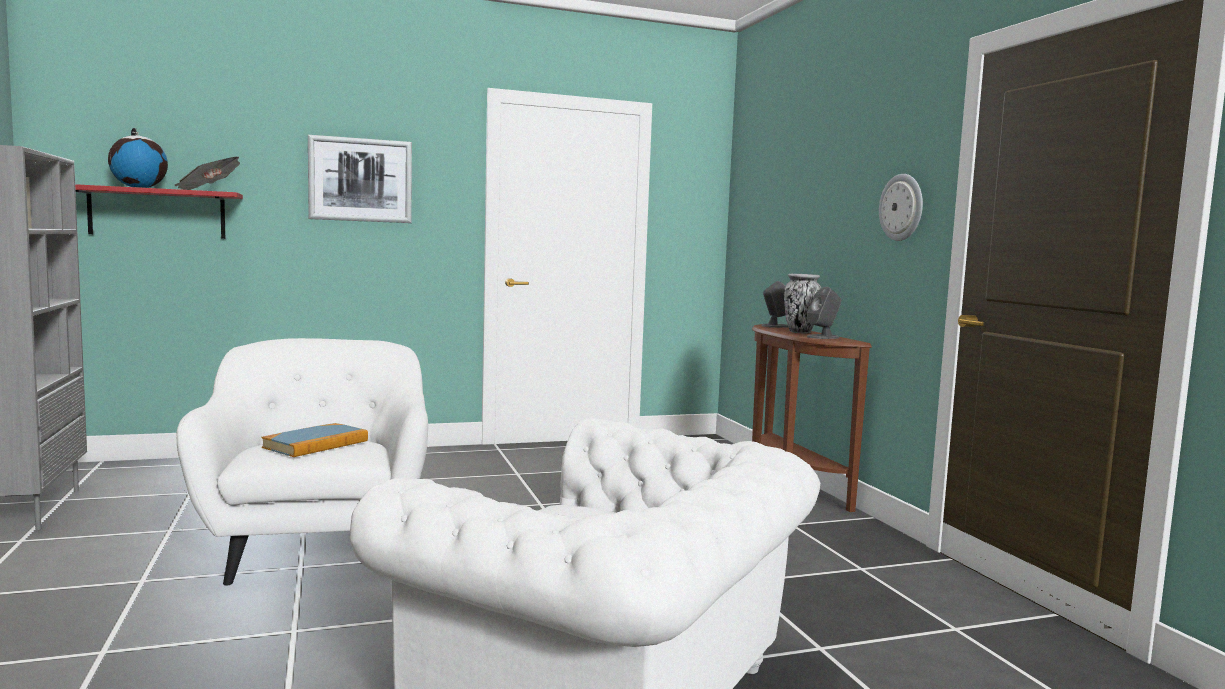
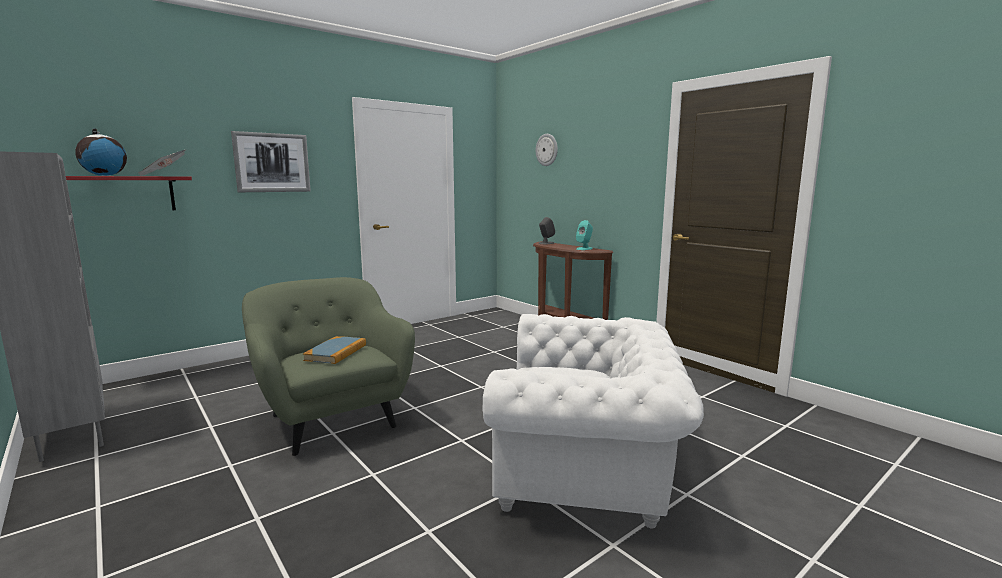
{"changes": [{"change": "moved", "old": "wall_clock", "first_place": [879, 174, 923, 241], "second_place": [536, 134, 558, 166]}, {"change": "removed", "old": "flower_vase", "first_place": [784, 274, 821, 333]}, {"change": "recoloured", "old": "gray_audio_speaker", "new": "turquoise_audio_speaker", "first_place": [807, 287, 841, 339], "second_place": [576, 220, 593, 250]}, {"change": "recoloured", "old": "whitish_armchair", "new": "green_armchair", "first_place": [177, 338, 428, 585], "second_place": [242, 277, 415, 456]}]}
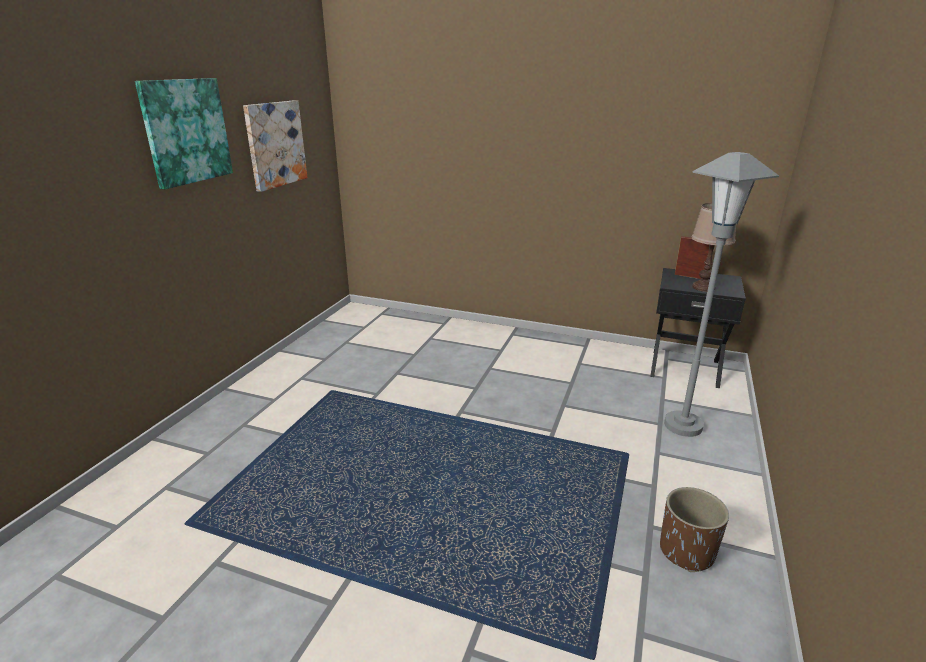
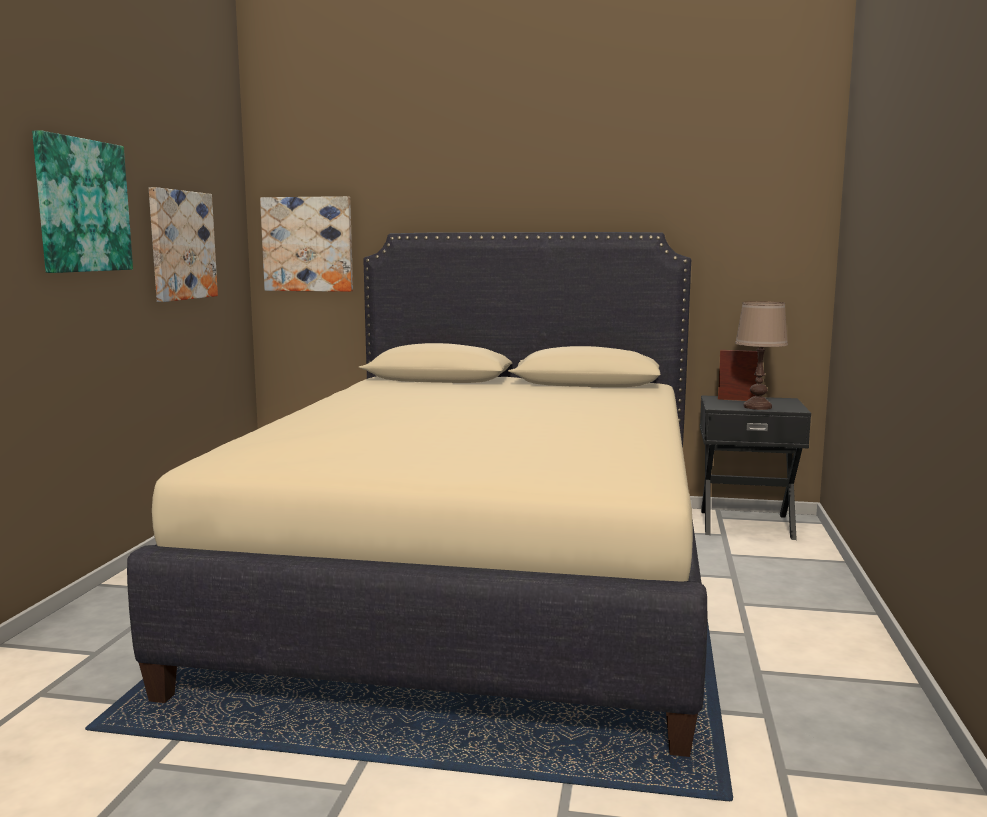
{"changes": [{"change": "removed", "old": "gray_floor_lamp", "first_place": [664, 152, 779, 437]}, {"change": "removed", "old": "brown_flower_pot", "first_place": [660, 487, 729, 572]}, {"change": "added", "new": "picture", "second_place": [260, 196, 353, 292]}, {"change": "added", "new": "beige_sleeping_bed", "second_place": [127, 232, 707, 757]}]}
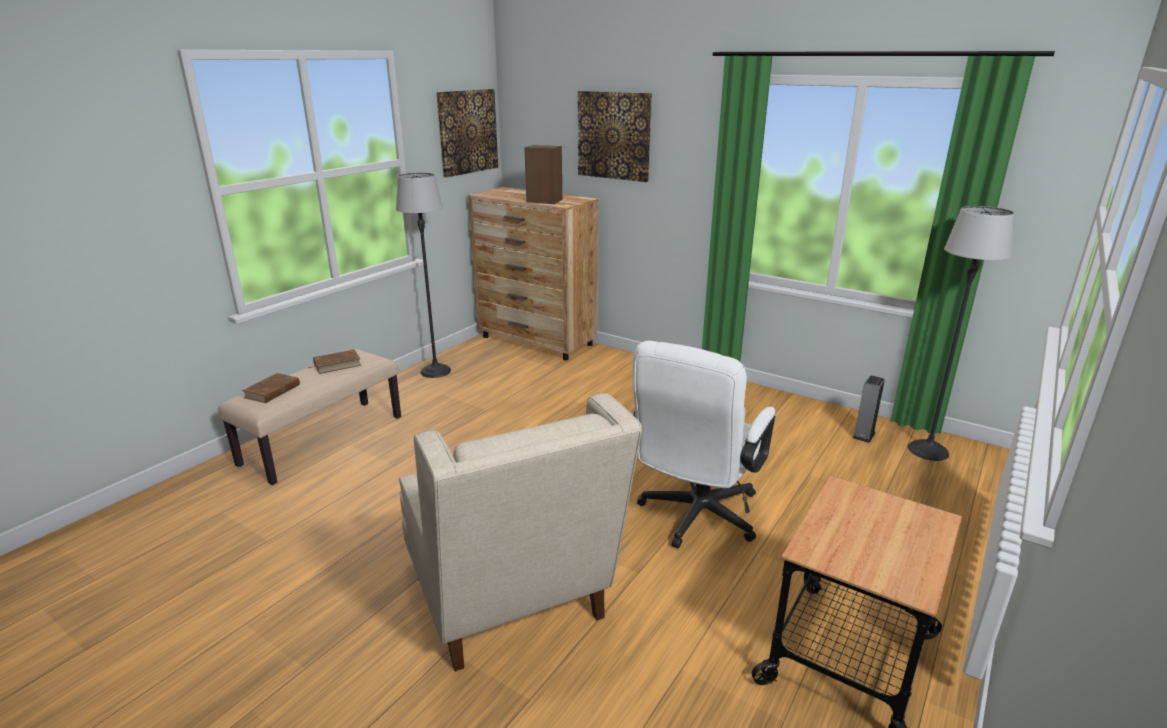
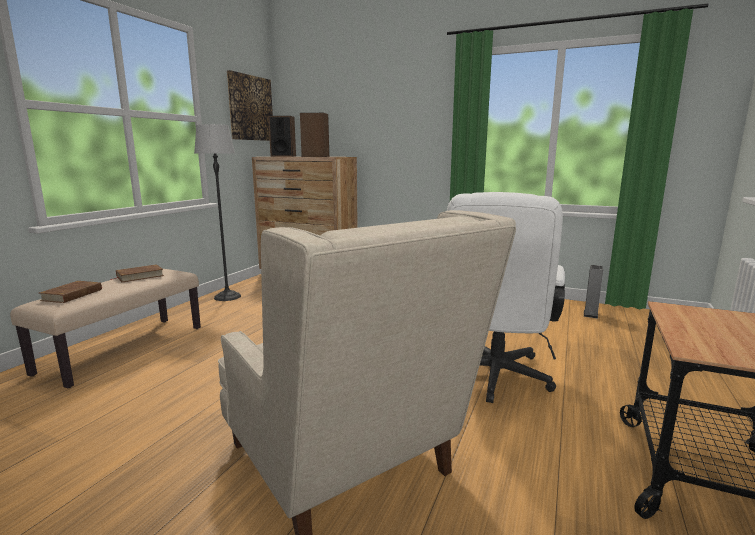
{"changes": [{"change": "removed", "old": "picture", "first_place": [578, 91, 652, 182]}, {"change": "removed", "old": "floor_lamp", "first_place": [908, 206, 1014, 461]}, {"change": "added", "new": "audio_speaker", "second_place": [268, 116, 296, 157]}]}
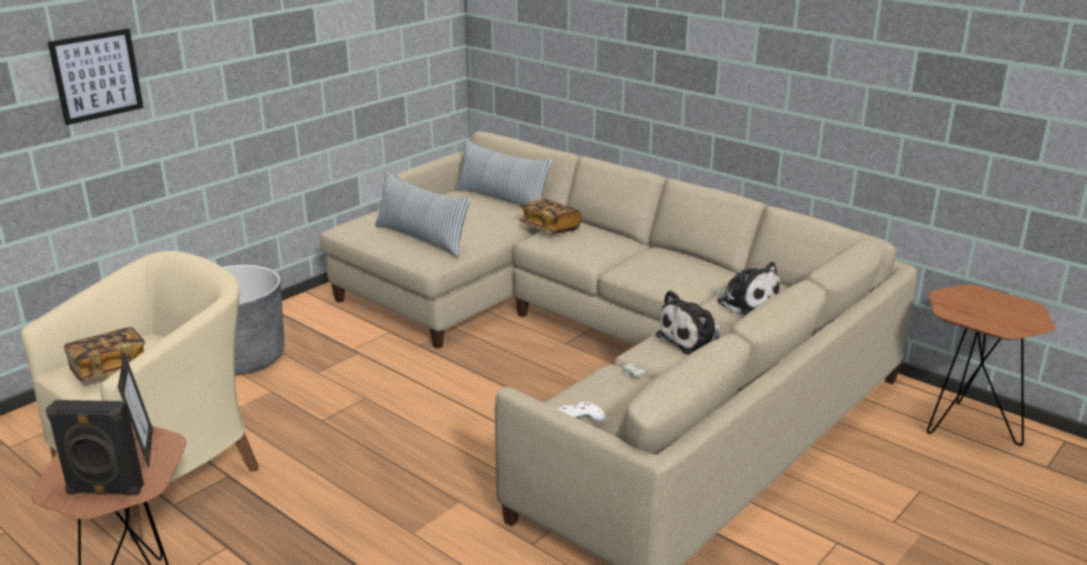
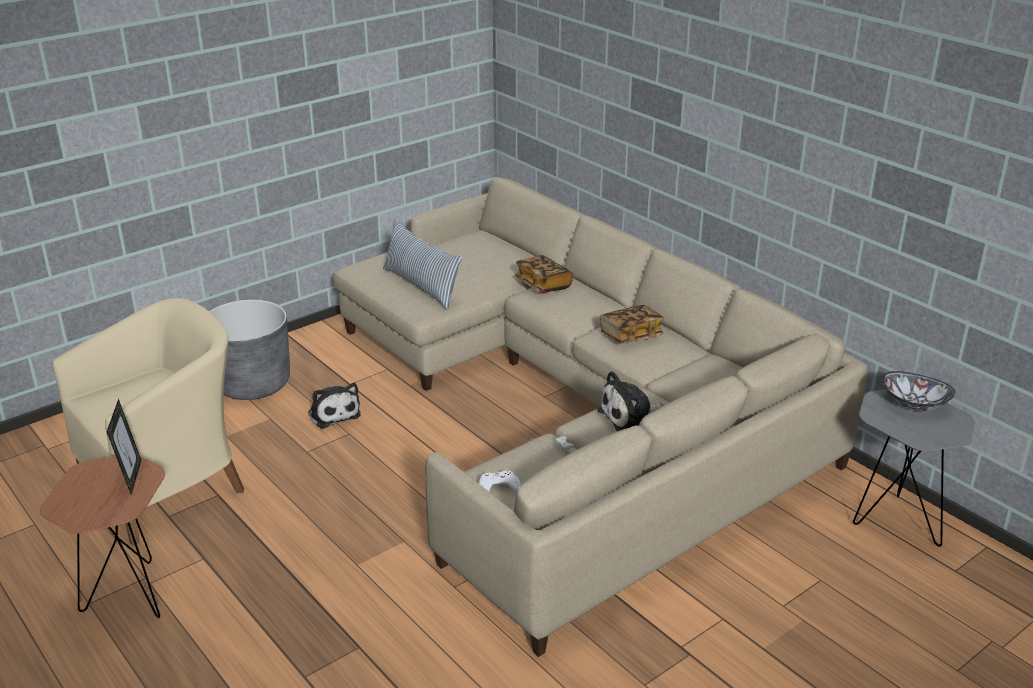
{"changes": [{"change": "removed", "old": "picture", "first_place": [48, 28, 144, 125]}, {"change": "removed", "old": "throw_pillow", "first_place": [455, 139, 552, 205]}, {"change": "moved", "old": "plush_toy", "first_place": [711, 262, 780, 315], "second_place": [308, 383, 361, 429]}, {"change": "recoloured", "old": "brown_side_table", "new": "gray_side_table", "first_place": [927, 285, 1055, 446], "second_place": [853, 389, 974, 547]}, {"change": "moved", "old": "bound_book", "first_place": [64, 327, 145, 381], "second_place": [600, 305, 664, 343]}, {"change": "removed", "old": "black_audio_speaker", "first_place": [46, 400, 144, 495]}, {"change": "added", "new": "serving_bowl", "second_place": [882, 371, 955, 411]}]}
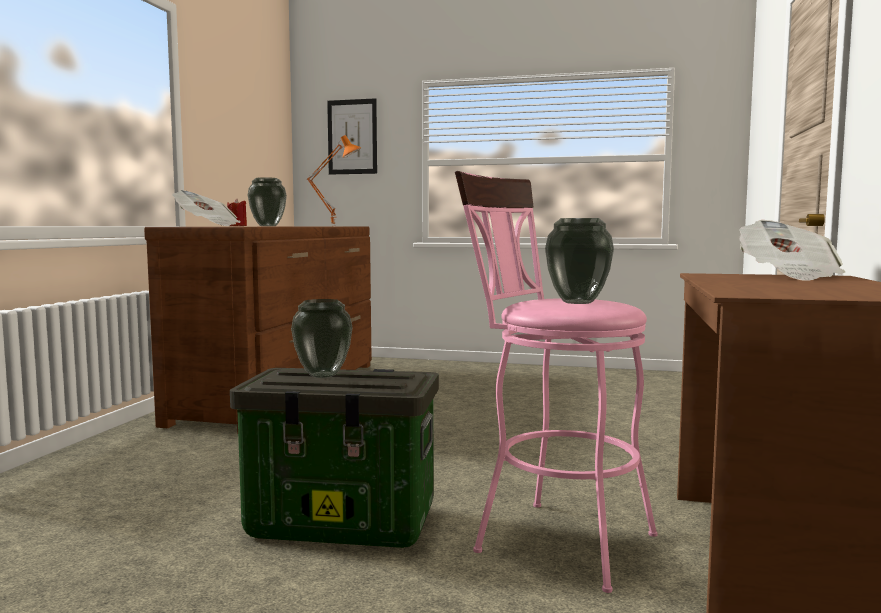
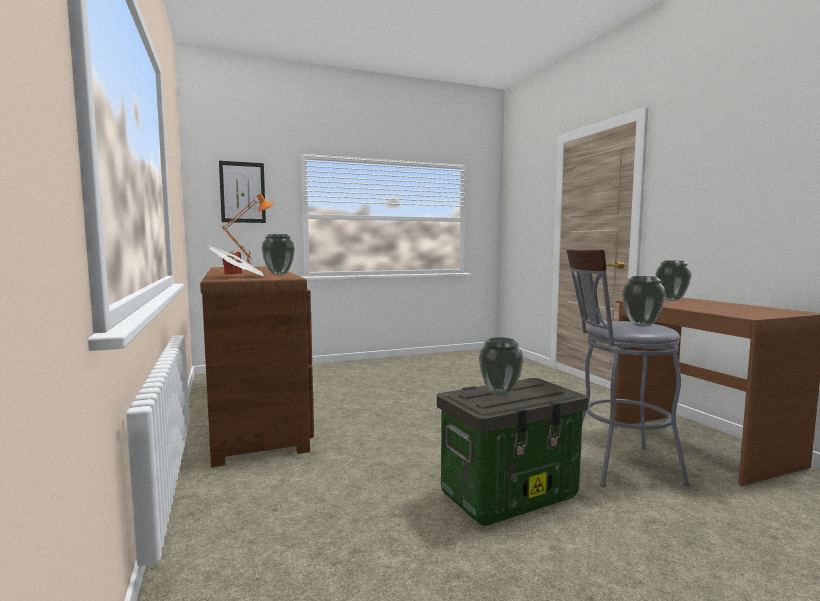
{"changes": [{"change": "recoloured", "old": "pink-coloured_sitting_stool", "new": "gray_sitting_stool", "first_place": [455, 171, 658, 593], "second_place": [566, 249, 690, 487]}, {"change": "replaced", "old": "daily_paper", "new": "flower_vase", "first_place": [739, 220, 845, 281], "second_place": [655, 260, 692, 301]}]}
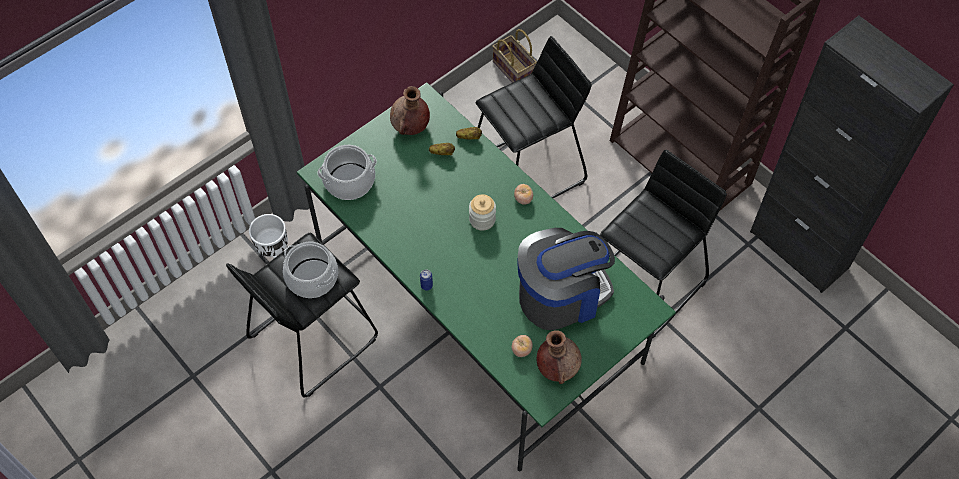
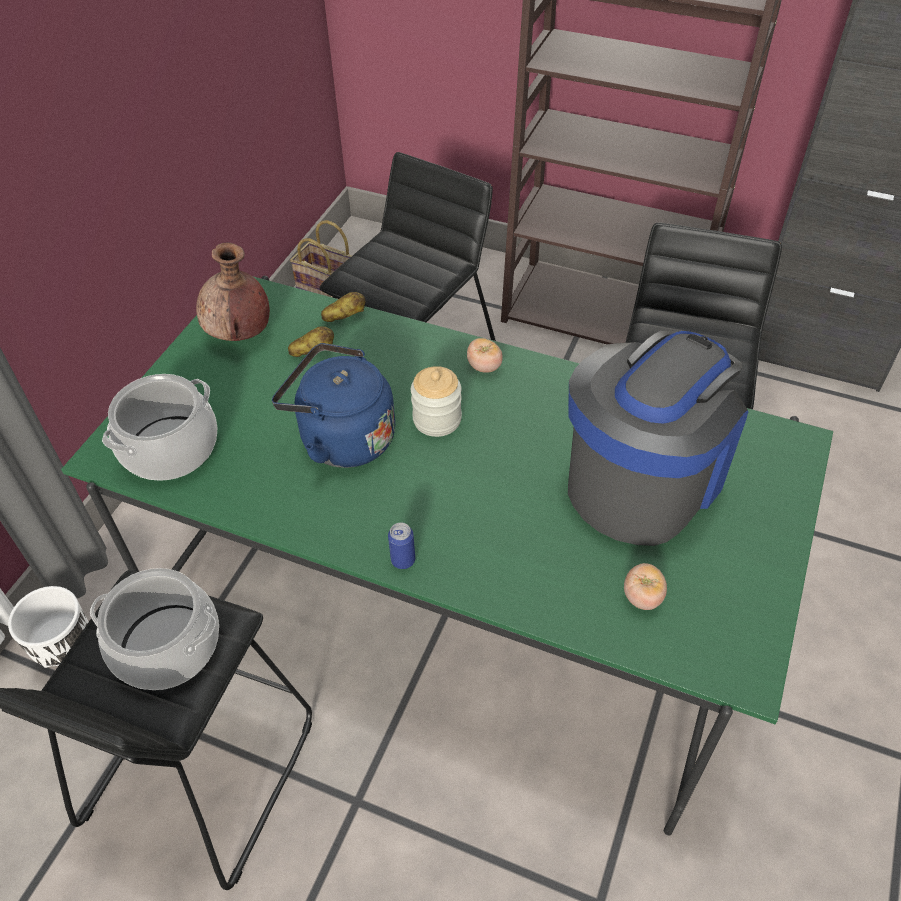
{"changes": [{"change": "removed", "old": "brown_flower_vase", "first_place": [537, 330, 582, 384]}, {"change": "added", "new": "bluish_kettle", "second_place": [272, 343, 395, 468]}]}
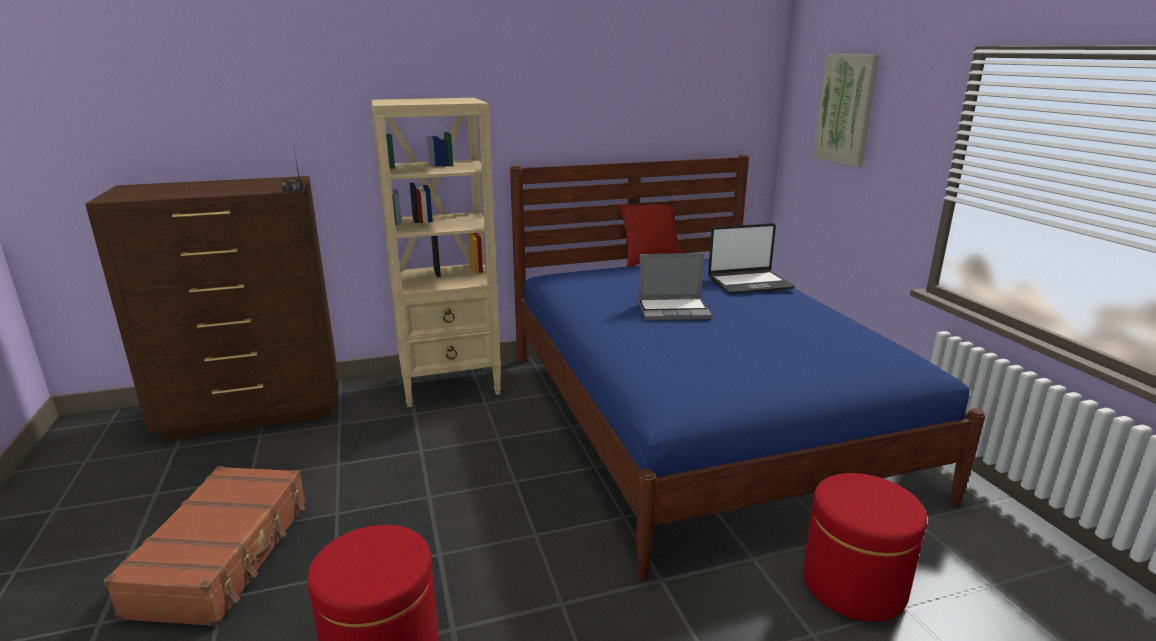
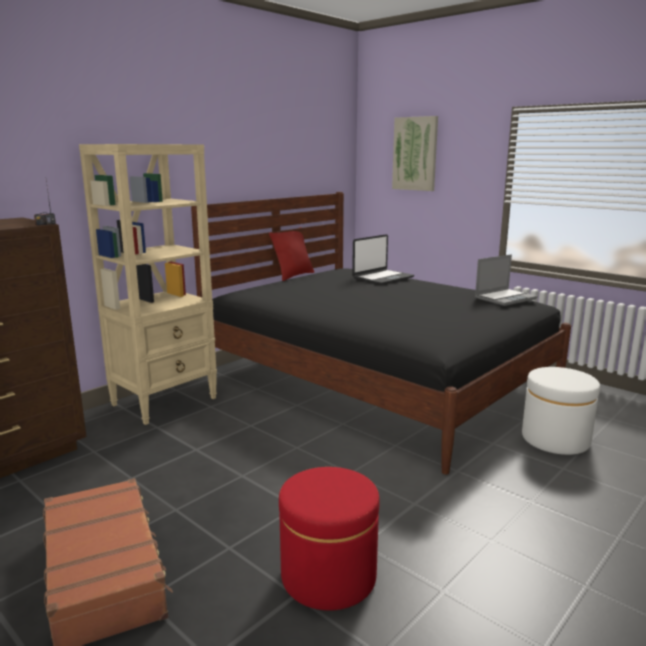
{"changes": [{"change": "recoloured", "old": "bluish_sleeping_bed", "new": "black_sleeping_bed", "first_place": [510, 154, 986, 580], "second_place": [191, 192, 571, 475]}, {"change": "moved", "old": "laptop", "first_place": [638, 253, 712, 320], "second_place": [475, 254, 538, 306]}, {"change": "recoloured", "old": "red_pouffe", "new": "whitish_pouffe", "first_place": [803, 473, 927, 622], "second_place": [522, 367, 600, 455]}]}
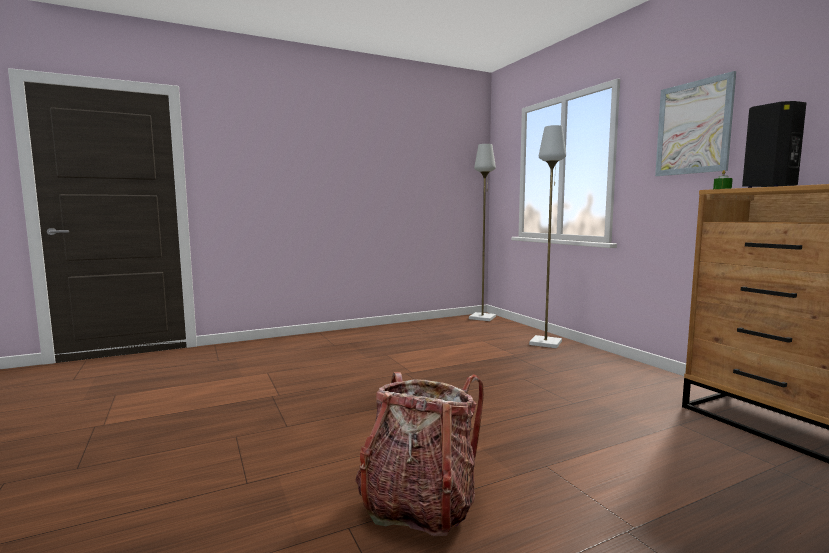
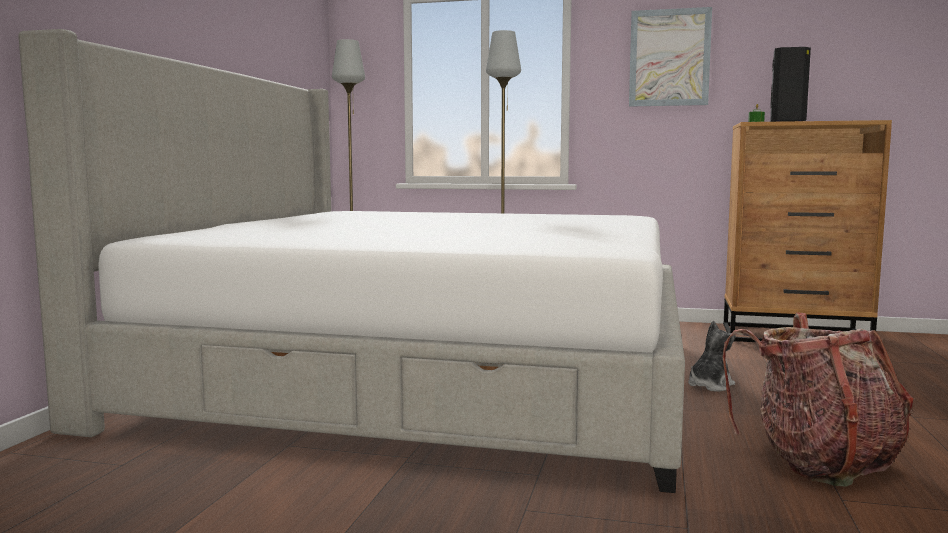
{"changes": [{"change": "added", "new": "sleeping_bed", "second_place": [18, 29, 685, 493]}, {"change": "added", "new": "plush_toy", "second_place": [688, 321, 735, 392]}]}
